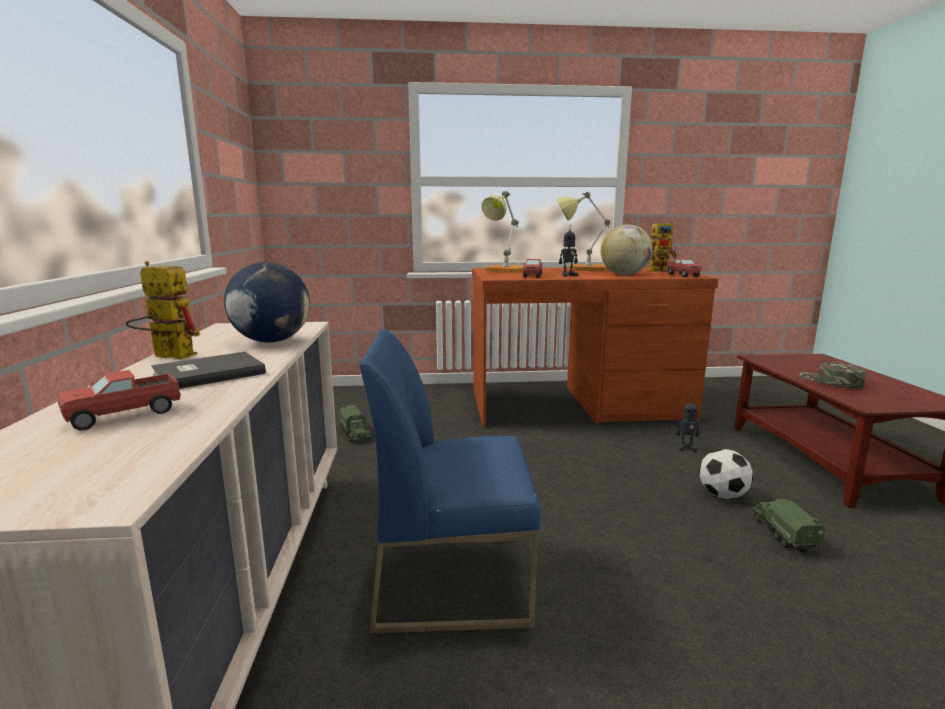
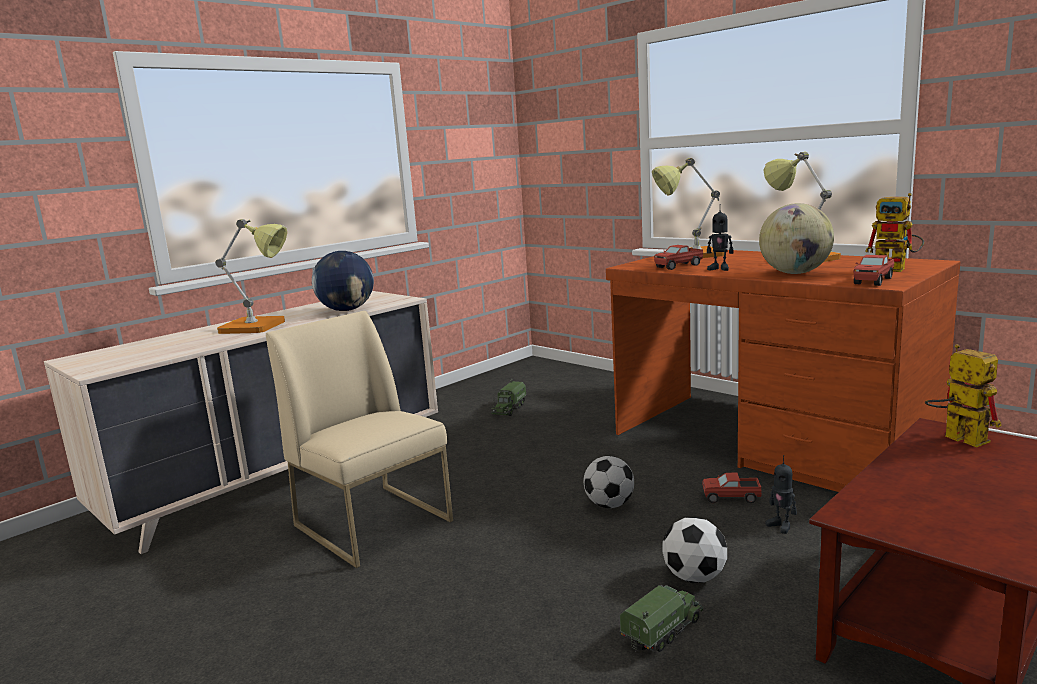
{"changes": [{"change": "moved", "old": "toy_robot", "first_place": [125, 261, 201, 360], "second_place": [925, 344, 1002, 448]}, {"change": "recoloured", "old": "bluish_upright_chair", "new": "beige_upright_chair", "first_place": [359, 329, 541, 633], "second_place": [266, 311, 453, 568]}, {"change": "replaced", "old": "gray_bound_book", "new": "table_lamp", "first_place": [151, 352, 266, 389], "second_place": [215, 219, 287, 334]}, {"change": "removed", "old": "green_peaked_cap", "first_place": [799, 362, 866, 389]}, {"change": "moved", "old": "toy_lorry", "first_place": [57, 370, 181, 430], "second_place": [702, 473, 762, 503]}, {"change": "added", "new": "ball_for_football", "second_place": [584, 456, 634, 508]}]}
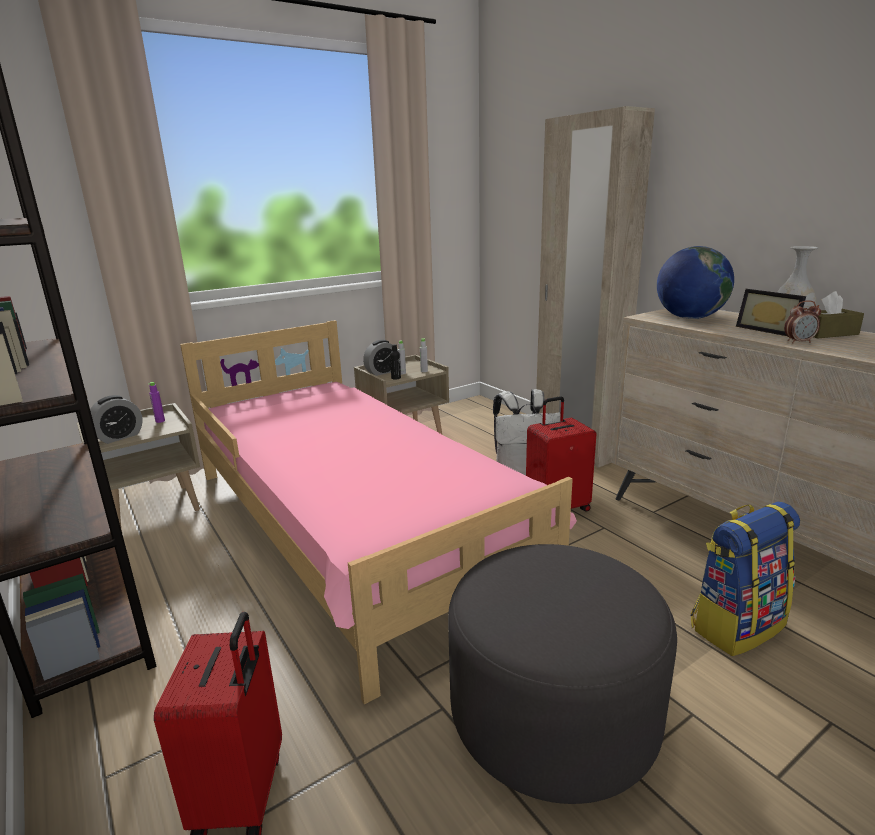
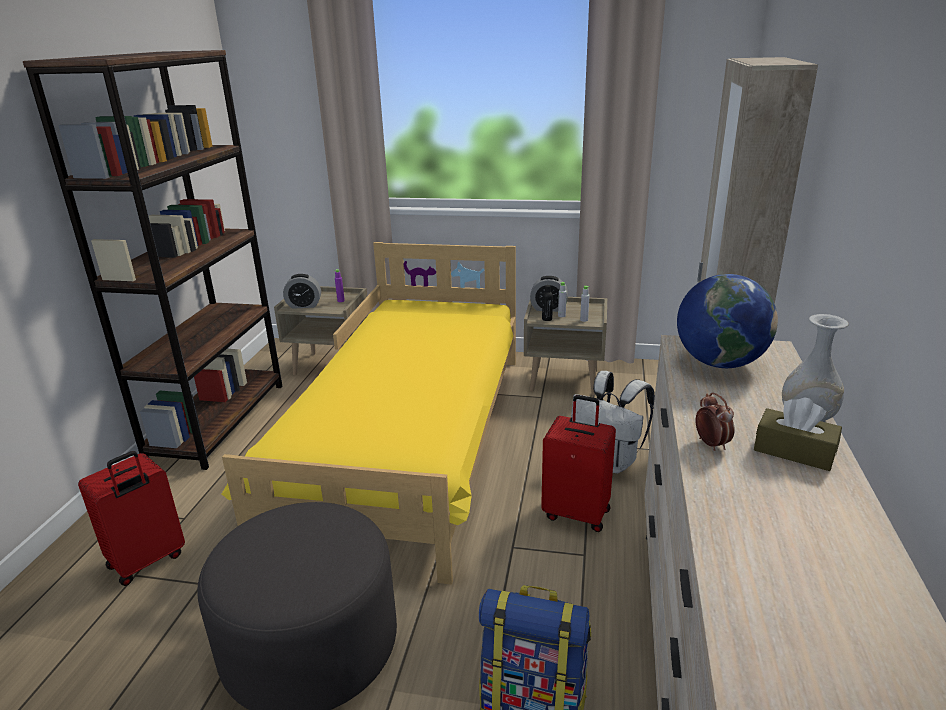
{"changes": [{"change": "removed", "old": "photo_frame", "first_place": [736, 289, 806, 336]}, {"change": "turned", "old": "table_clock", "first_place": [784, 300, 821, 344], "second_place": [696, 392, 735, 451], "degrees": -150}, {"change": "recoloured", "old": "pink-coloured_sleeping_bed", "new": "yellowish_sleeping_bed", "first_place": [180, 320, 577, 705], "second_place": [222, 242, 516, 585]}]}
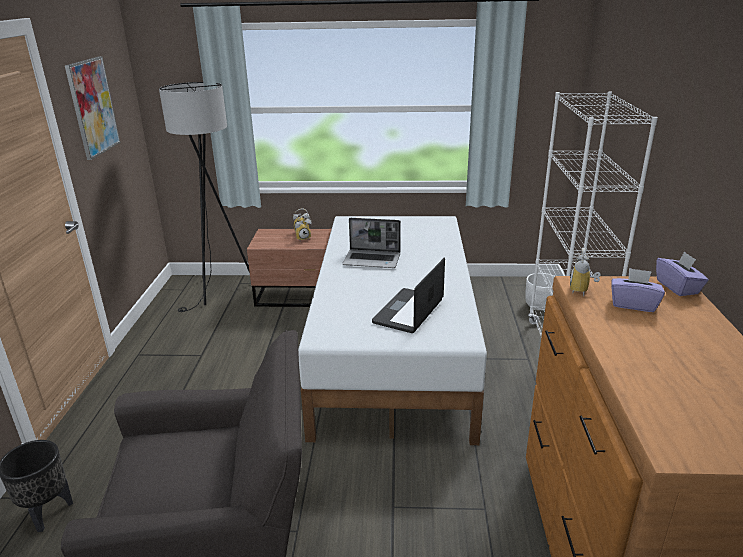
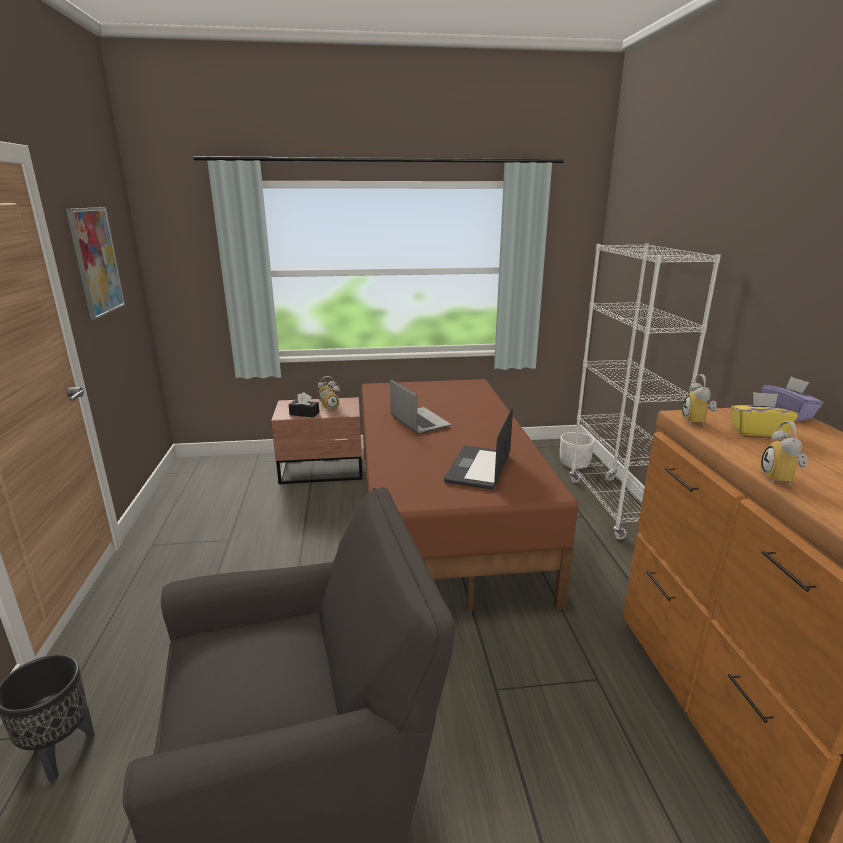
{"changes": [{"change": "removed", "old": "black_floor_lamp", "first_place": [159, 82, 250, 312]}, {"change": "recoloured", "old": "whitish_sleeping_bed", "new": "brown_sleeping_bed", "first_place": [298, 216, 487, 445], "second_place": [361, 379, 578, 612]}, {"change": "turned", "old": "laptop", "first_place": [342, 218, 401, 268], "second_place": [390, 379, 451, 434], "degrees": -120}, {"change": "recoloured", "old": "purple-coloured_box_of_tissues", "new": "yellowish_box_of_tissues", "first_place": [611, 268, 665, 312], "second_place": [731, 392, 798, 437]}, {"change": "added", "new": "black_box_of_tissues", "second_place": [289, 392, 319, 418]}, {"change": "added", "new": "table_clock", "second_place": [760, 421, 808, 487]}]}
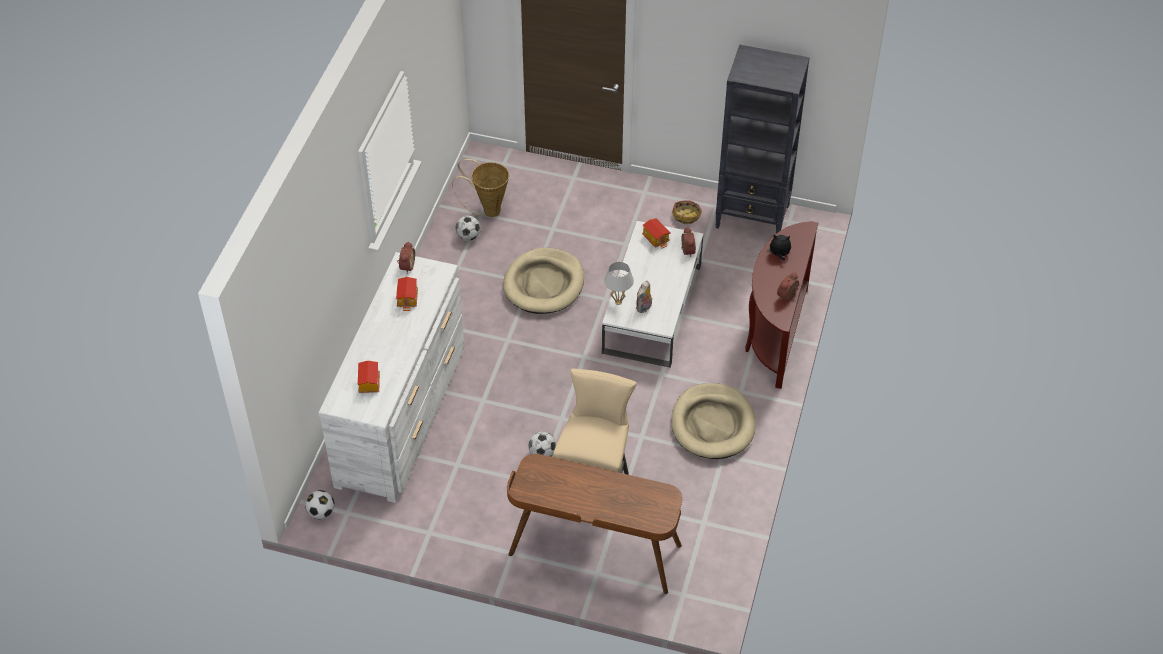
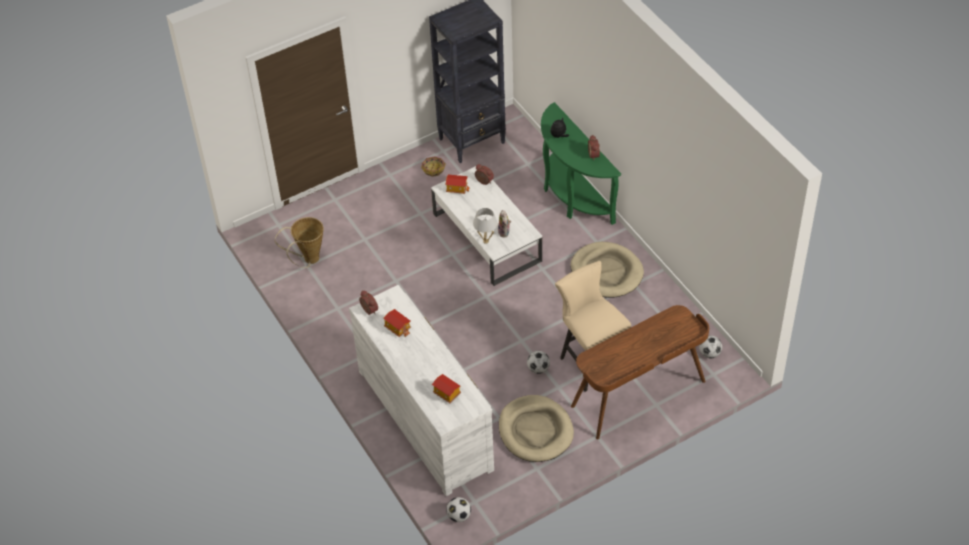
{"changes": [{"change": "moved", "old": "ball_for_football", "first_place": [456, 215, 481, 241], "second_place": [699, 335, 722, 358]}, {"change": "recoloured", "old": "brown_console_table", "new": "green_console_table", "first_place": [745, 221, 818, 389], "second_place": [541, 102, 621, 225]}, {"change": "moved", "old": "beige_dog_bed", "first_place": [503, 248, 584, 314], "second_place": [499, 395, 574, 462]}]}
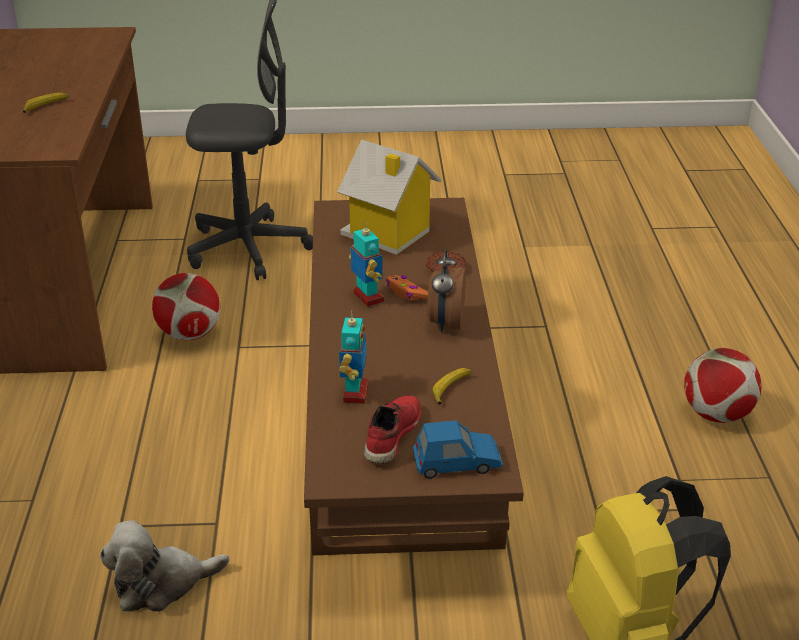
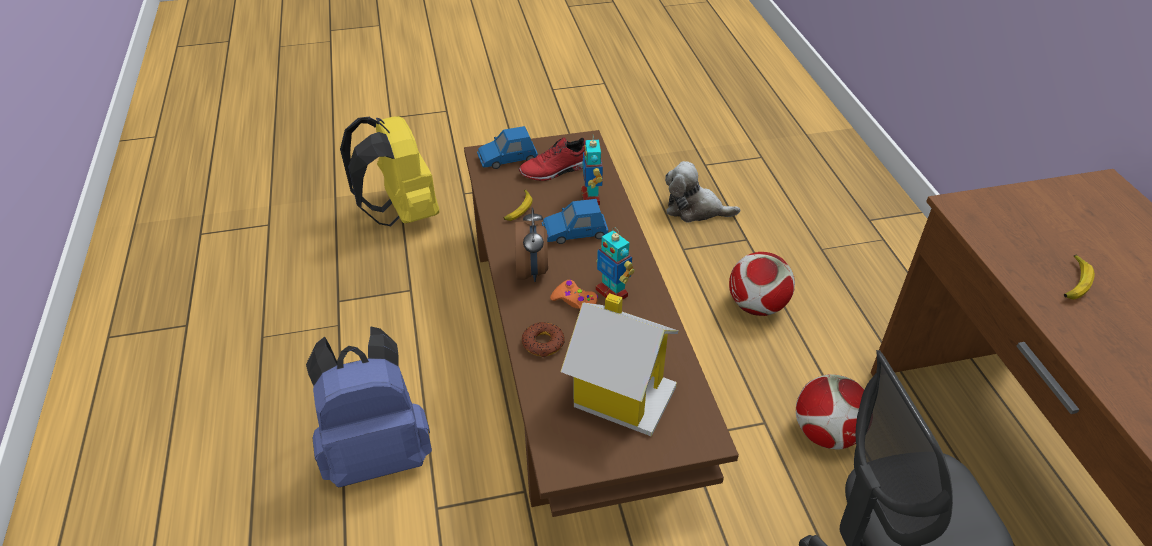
{"changes": [{"change": "moved", "old": "ball_for_football", "first_place": [684, 348, 761, 423], "second_place": [729, 252, 795, 316]}, {"change": "turned", "old": "red_low_shoe", "first_place": [364, 395, 421, 464], "second_place": [519, 137, 585, 181], "degrees": 60}, {"change": "turned", "old": "plush_toy", "first_place": [100, 520, 230, 612], "second_place": [665, 161, 740, 223], "degrees": -135}, {"change": "added", "new": "bluish_toy_car", "second_place": [542, 199, 608, 244]}, {"change": "added", "new": "bluish_knapsack", "second_place": [306, 326, 432, 487]}]}
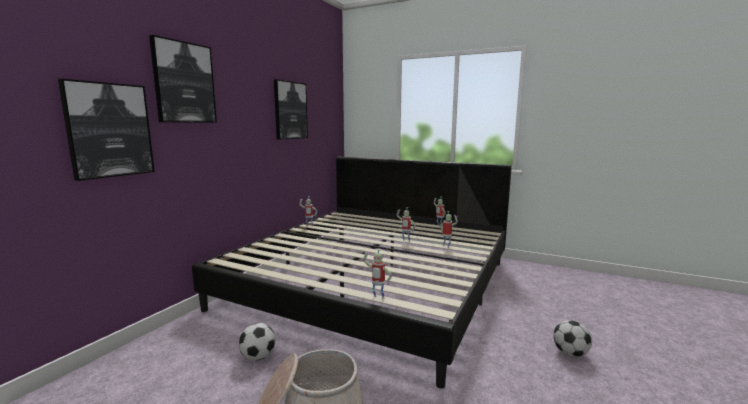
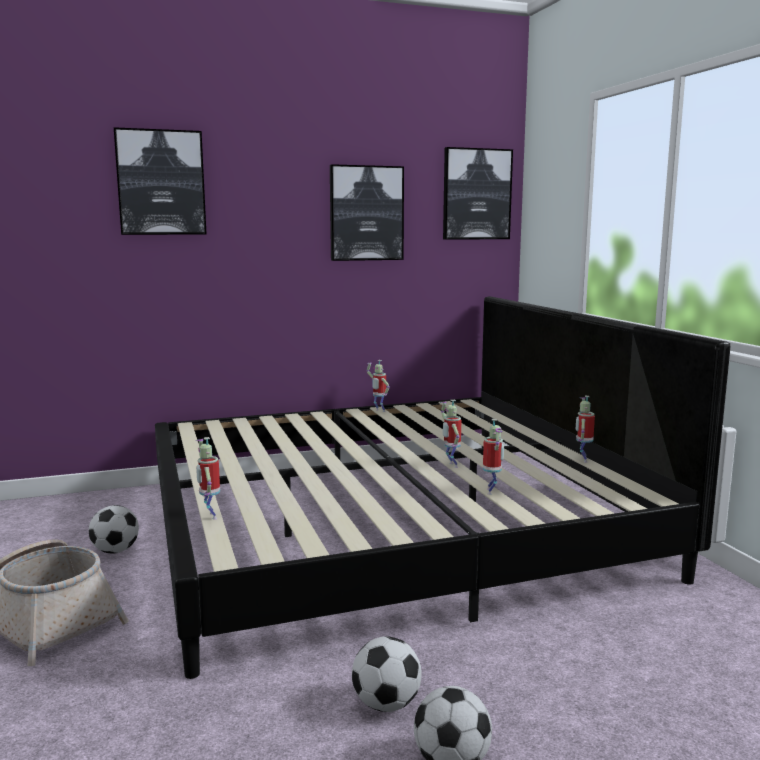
{"changes": [{"change": "moved", "old": "picture", "first_place": [58, 79, 155, 181], "second_place": [443, 147, 513, 240]}, {"change": "added", "new": "ball_for_football", "second_place": [352, 636, 421, 712]}]}
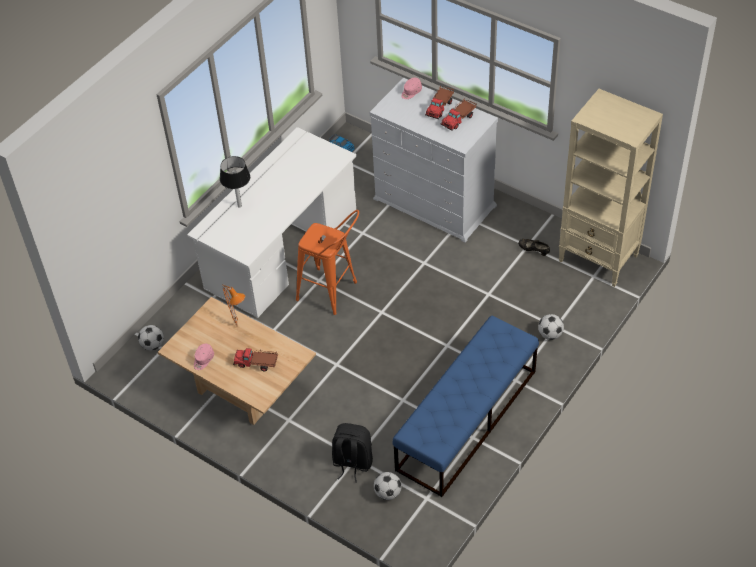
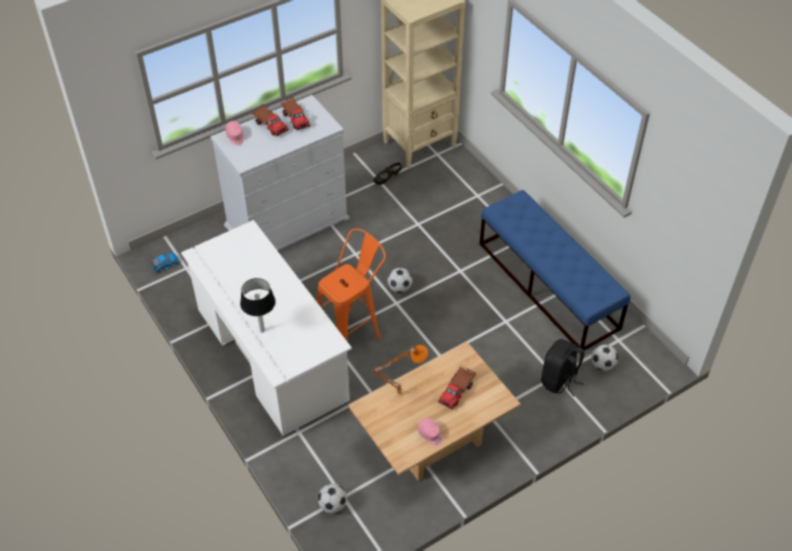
{"changes": [{"change": "moved", "old": "ball_for_football", "first_place": [538, 314, 564, 340], "second_place": [388, 268, 413, 293]}]}
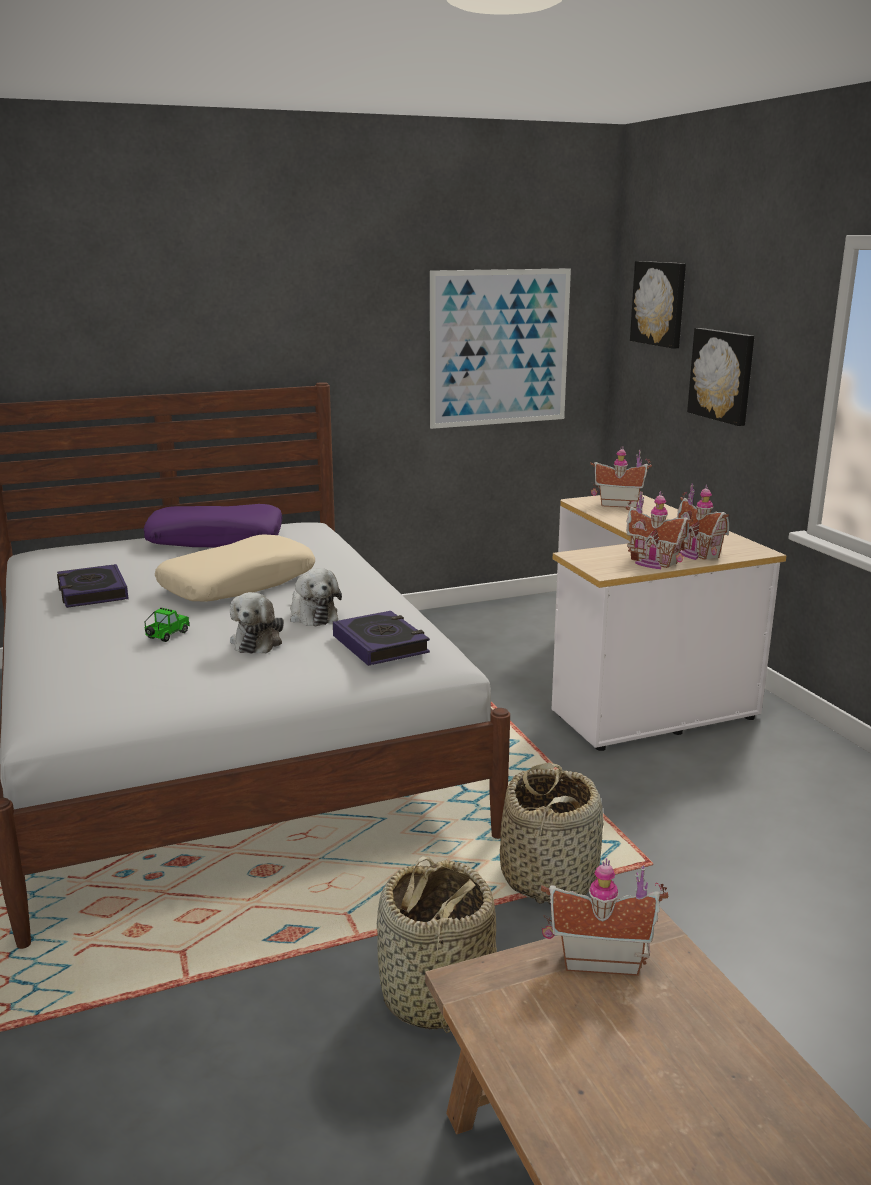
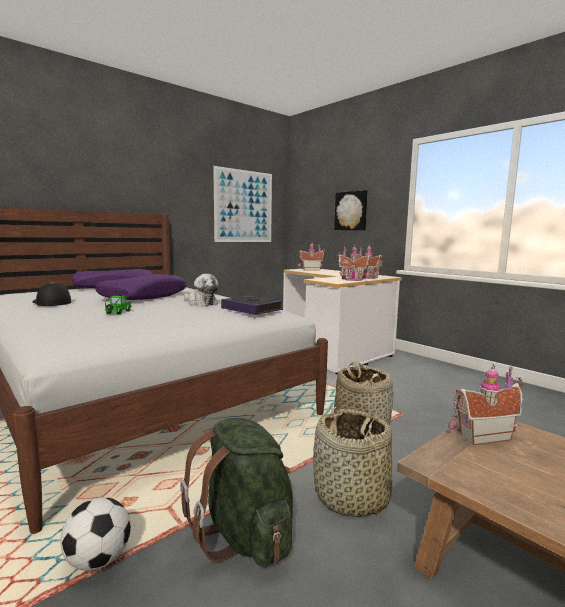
{"changes": [{"change": "removed", "old": "picture", "first_place": [630, 261, 686, 349]}, {"change": "recoloured", "old": "beige_throw_pillow", "new": "purple-coloured_throw_pillow", "first_place": [155, 535, 315, 602], "second_place": [95, 274, 187, 300]}, {"change": "replaced", "old": "bound_book", "new": "peaked_cap", "first_place": [57, 564, 129, 608], "second_place": [32, 282, 71, 306]}, {"change": "removed", "old": "plush_toy", "first_place": [230, 592, 284, 654]}, {"change": "added", "new": "green_knapsack", "second_place": [180, 418, 293, 566]}, {"change": "added", "new": "ball_for_football", "second_place": [60, 497, 131, 571]}]}
